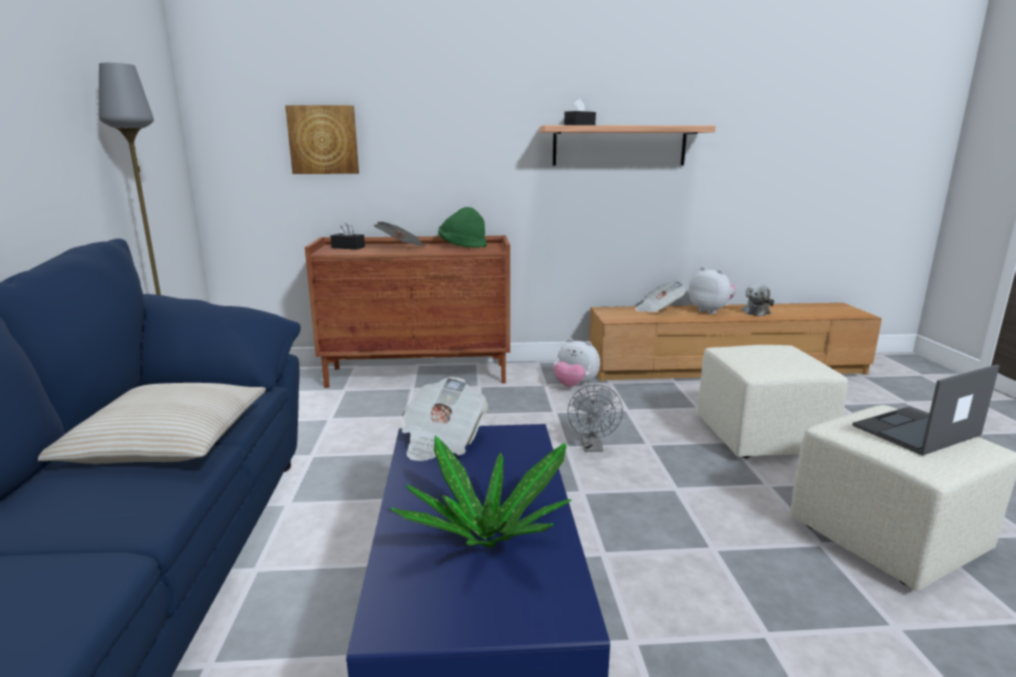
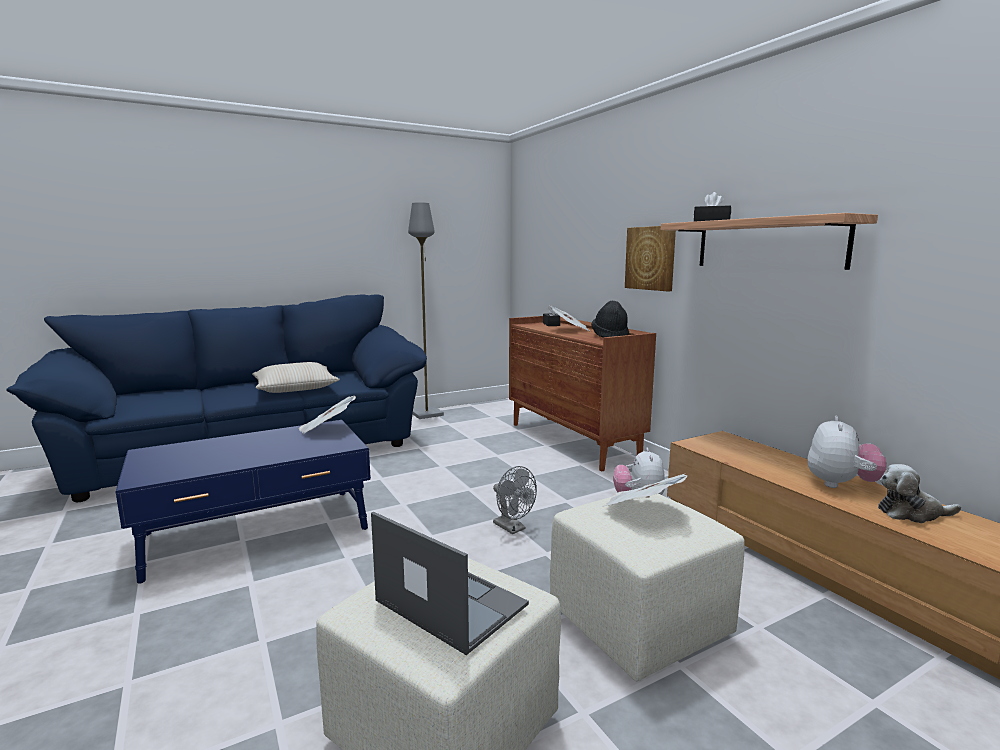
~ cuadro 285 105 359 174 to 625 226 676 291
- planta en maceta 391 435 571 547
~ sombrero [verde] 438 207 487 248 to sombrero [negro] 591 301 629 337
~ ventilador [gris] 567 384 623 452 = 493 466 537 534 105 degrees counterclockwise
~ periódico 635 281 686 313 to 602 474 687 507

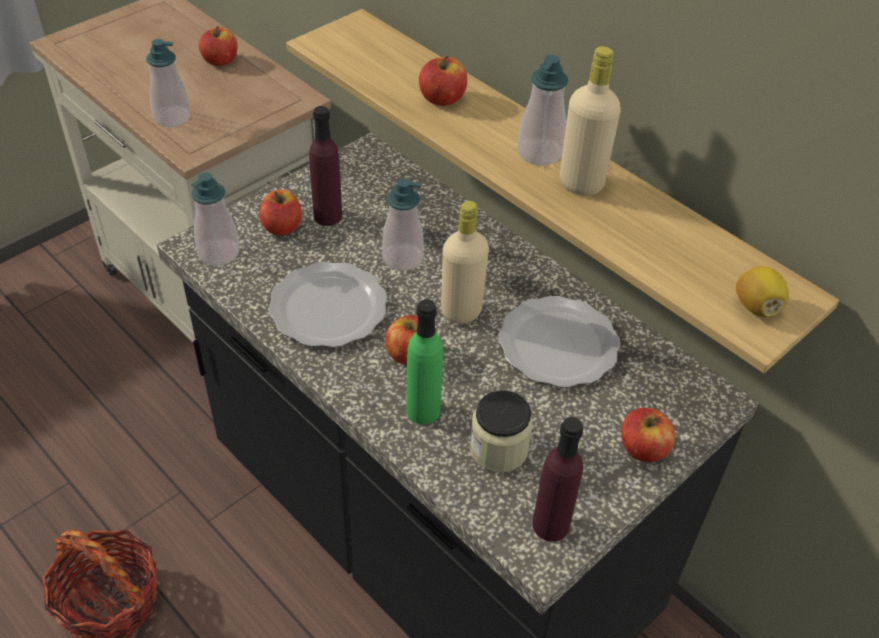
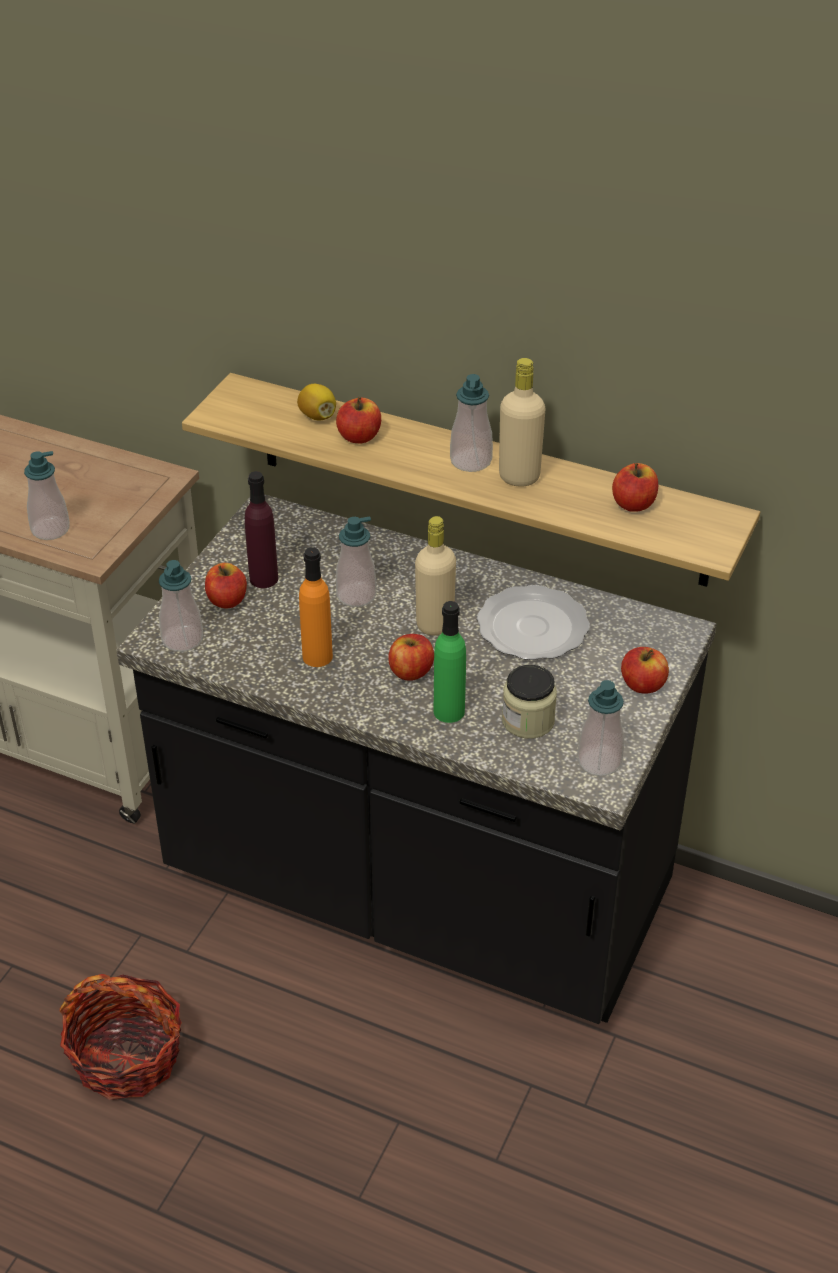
~ manzana 199 26 237 66 to 612 463 658 512
~ plato 268 262 388 348 to botella [naranja] 299 547 333 667
~ botella [morado] 532 417 583 542 to dispensador de jabón 577 680 624 776
~ limón 736 266 789 317 to 297 384 336 420

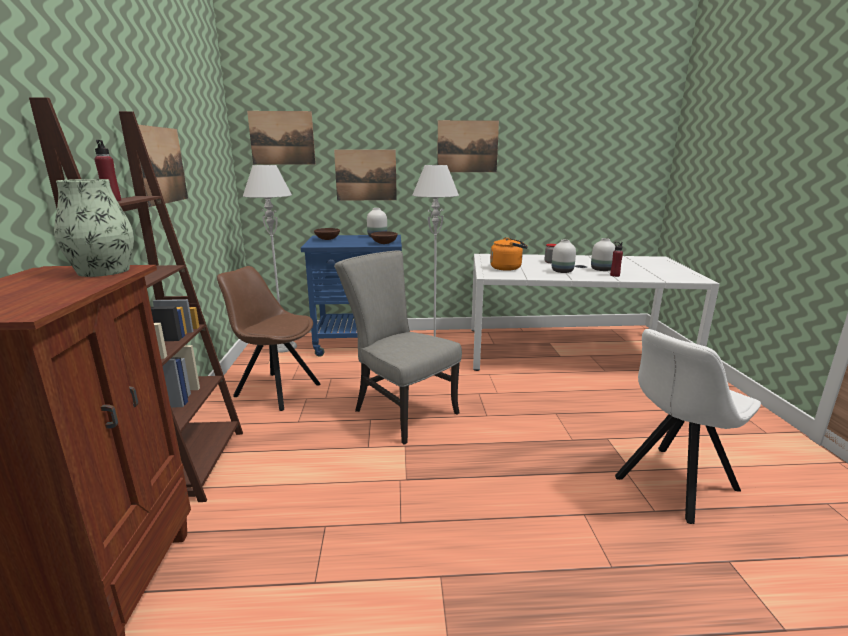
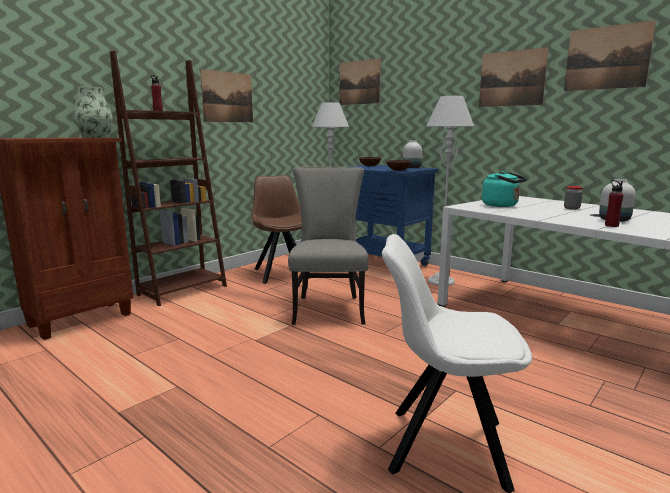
~ cuadro 334 150 397 201 to 564 20 656 91
~ hervidor [naranja] 490 237 528 271 to hervidor [turquesa] 482 171 527 207
- florero [blanco] 552 240 576 273

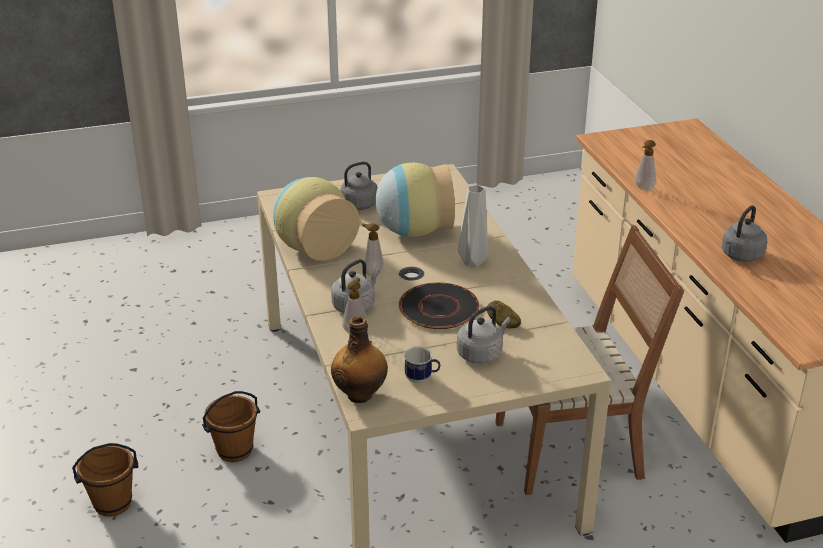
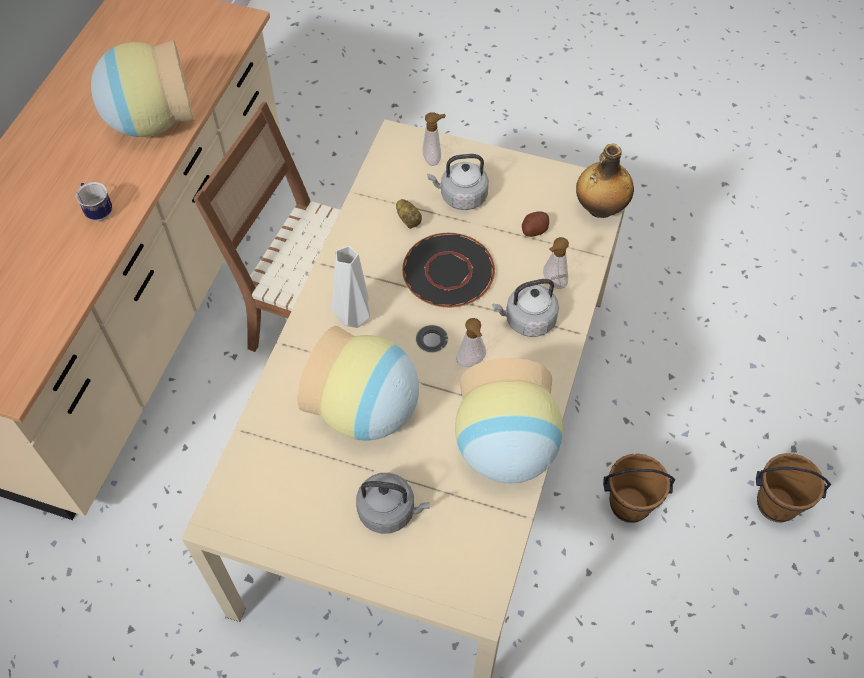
~ taza grande 404 346 440 383 to 76 182 112 221
~ dispensador de jabón 634 140 656 191 to 422 112 446 166
~ hervidor [gris] 722 205 768 262 to florero 91 40 194 137
+ patata 522 211 549 237

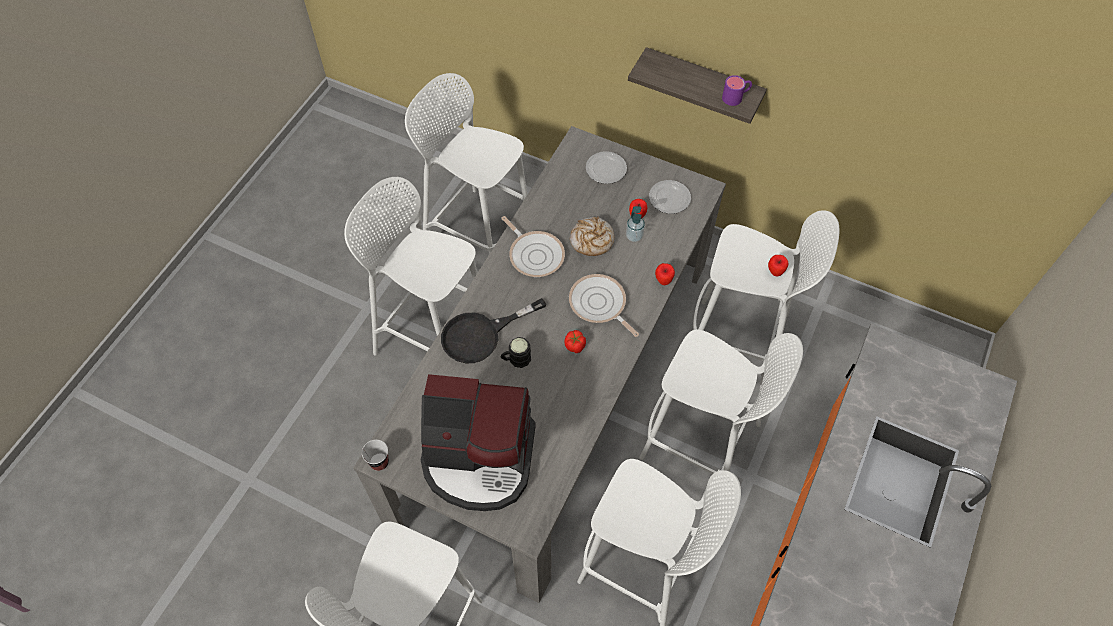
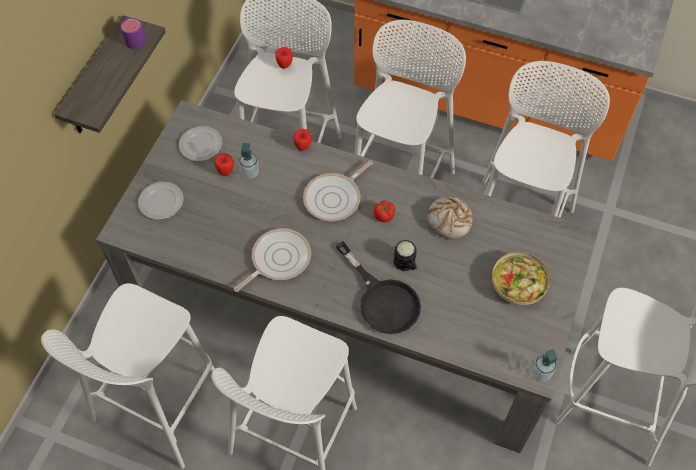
~ taza 362 440 389 471 to dispensador de jabón 531 349 557 382
~ cafetera 421 374 536 511 to cuenco 492 252 550 305
~ pan 570 216 614 256 to 427 197 473 240

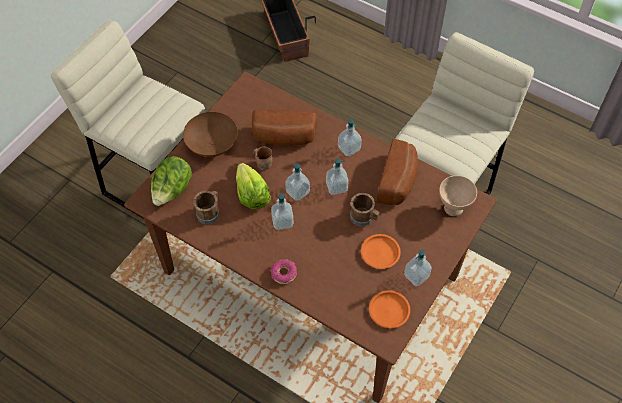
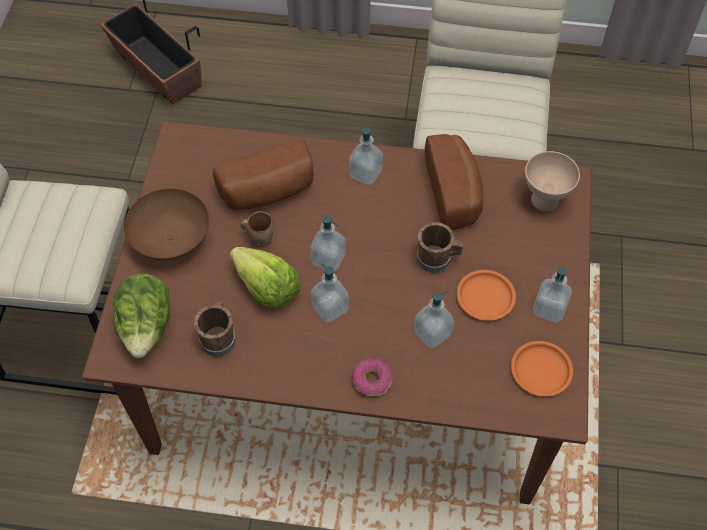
~ dispensador de jabón 326 158 348 195 to 414 291 454 348

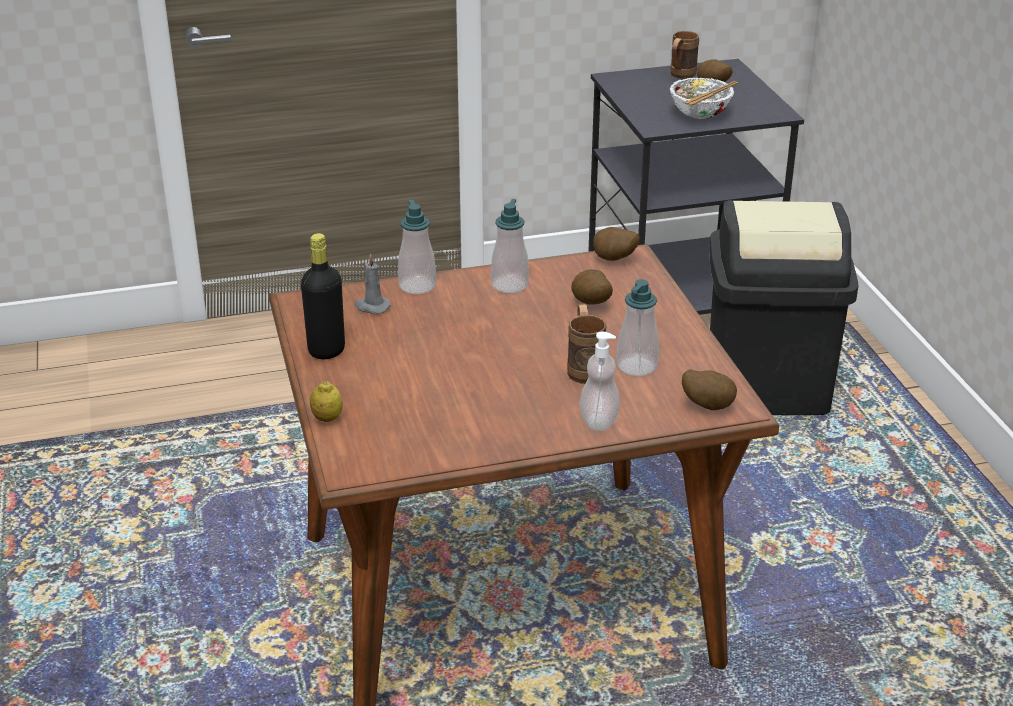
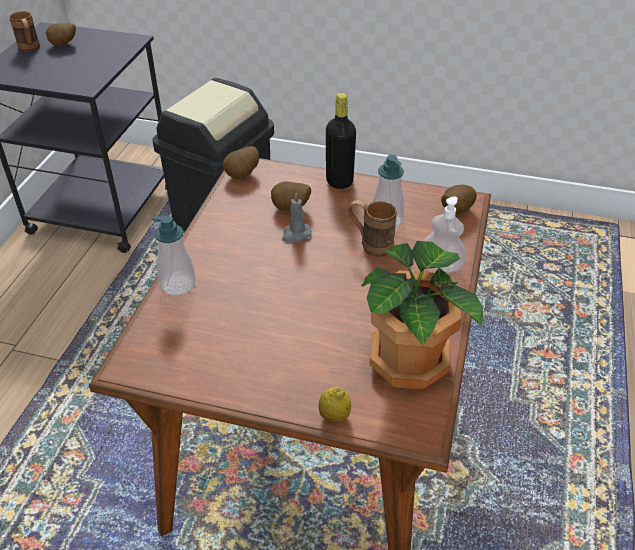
~ botella [negro] 301 233 345 359 to 326 93 356 189
~ vela [gris] 355 253 391 314 to 282 192 312 243
- dispensador de jabón 491 199 529 293
- cuenco 670 78 738 119
+ planta en maceta 361 241 483 390

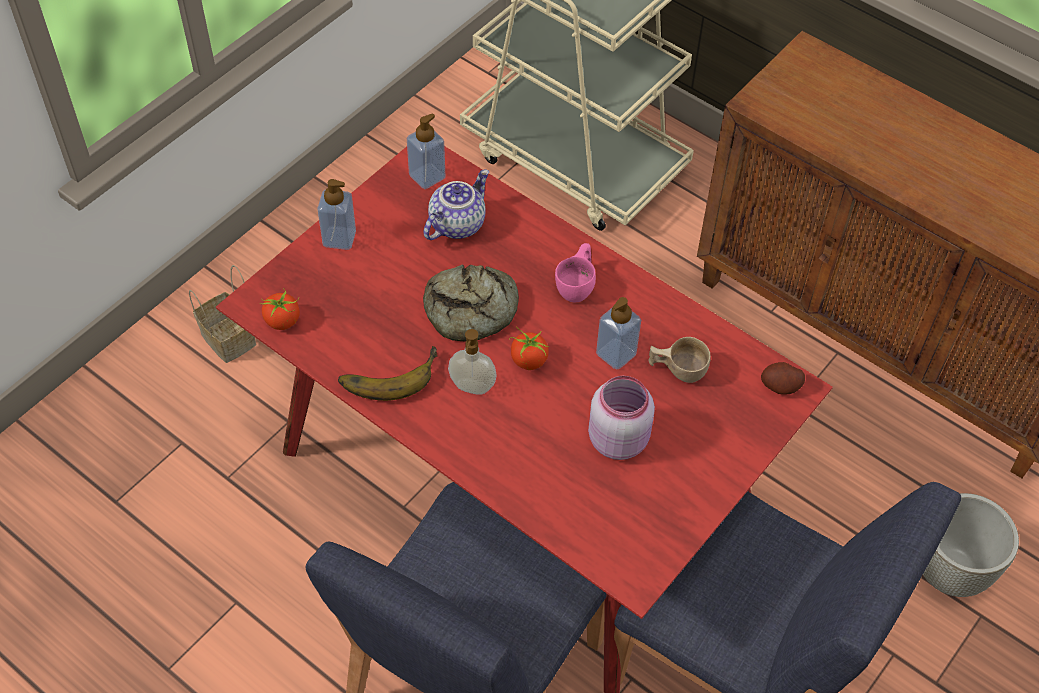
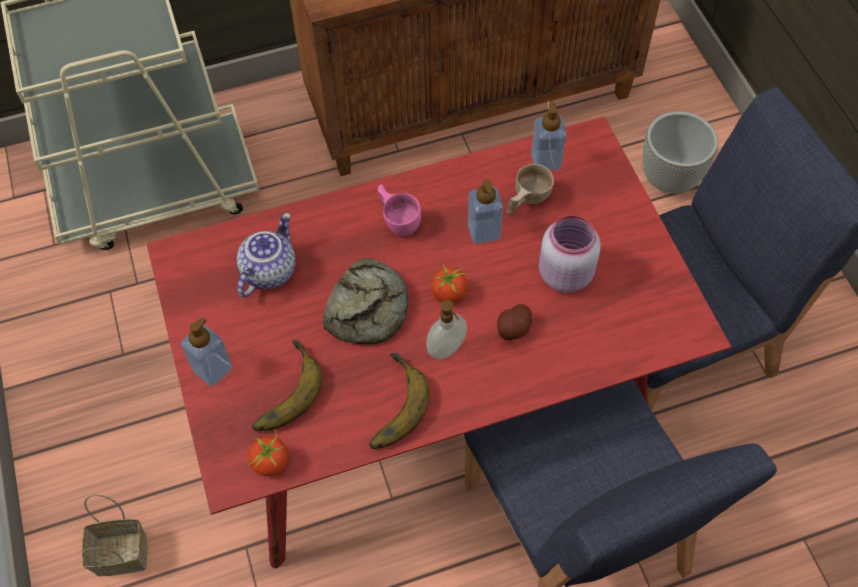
~ dispensador de jabón 407 113 446 189 to 531 101 567 171
~ tetera 424 169 489 240 = 237 213 296 297 45 degrees clockwise
~ patata 761 362 805 395 to 497 304 532 340
+ plátano 252 340 322 431

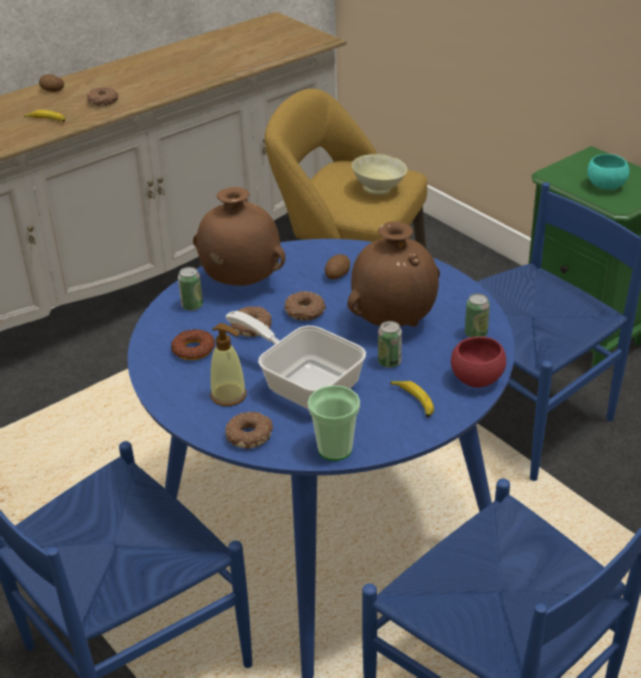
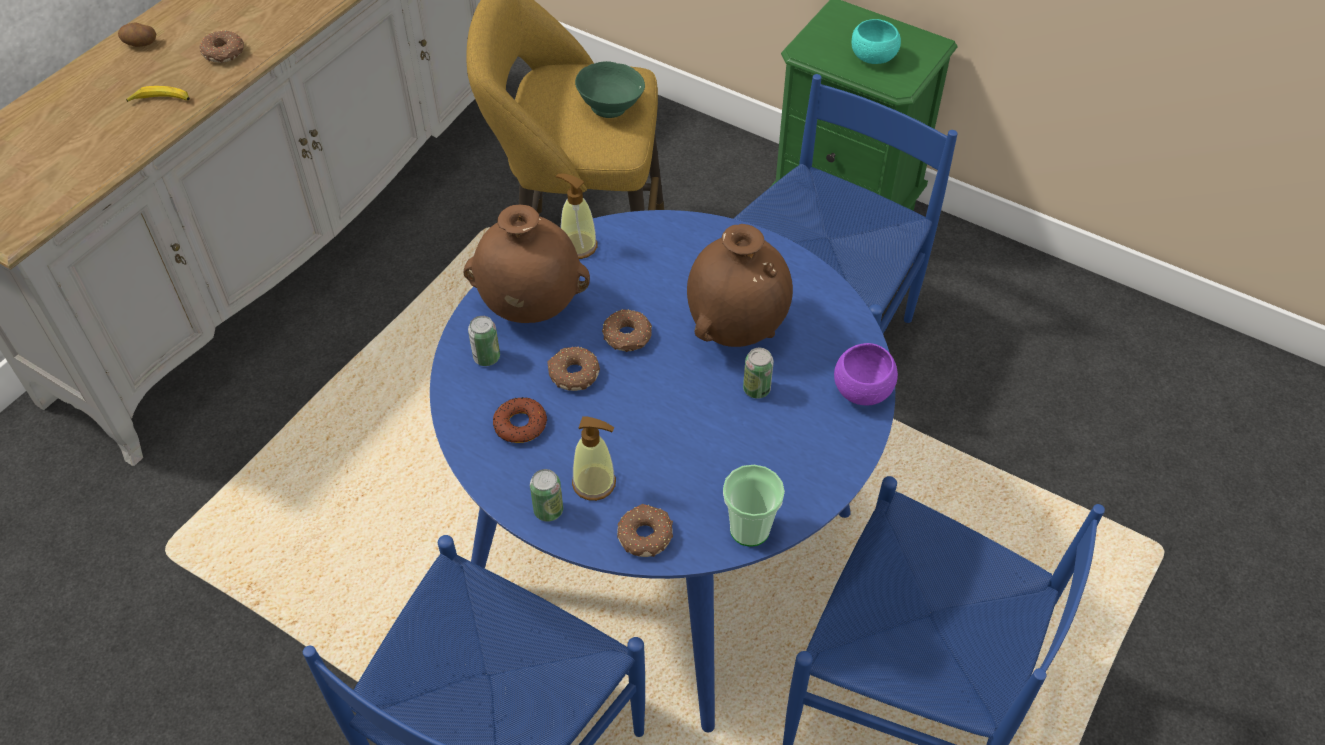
- sartén 225 311 366 410
- patata 325 254 350 280
~ cuenco [beis] 352 154 407 195 to cuenco [verde] 575 61 645 118
- plátano 390 381 434 417
~ cuenco [rojo] 451 337 506 388 to cuenco [morado] 834 343 898 405
~ lata 465 294 490 338 to 530 469 563 522
+ dispensador de jabón 556 174 598 259

